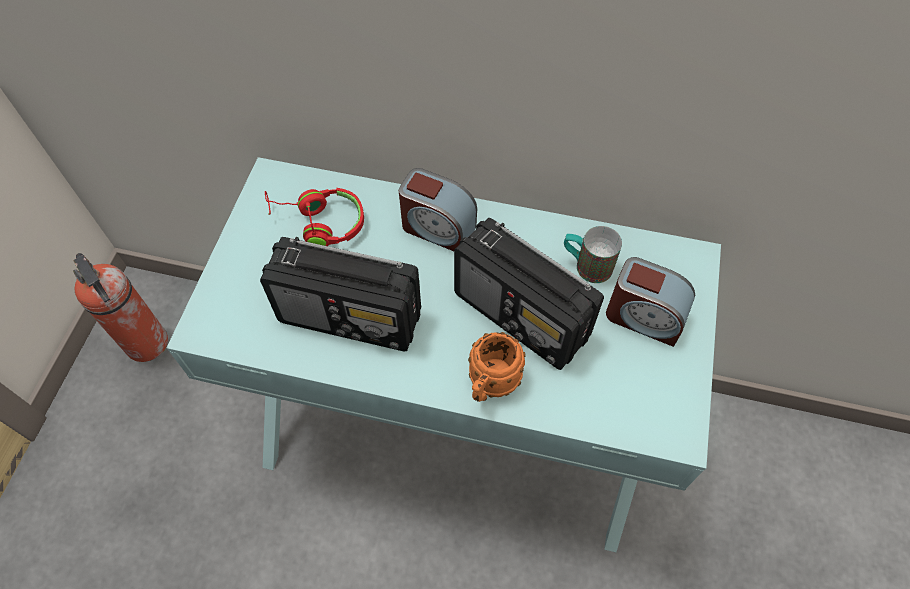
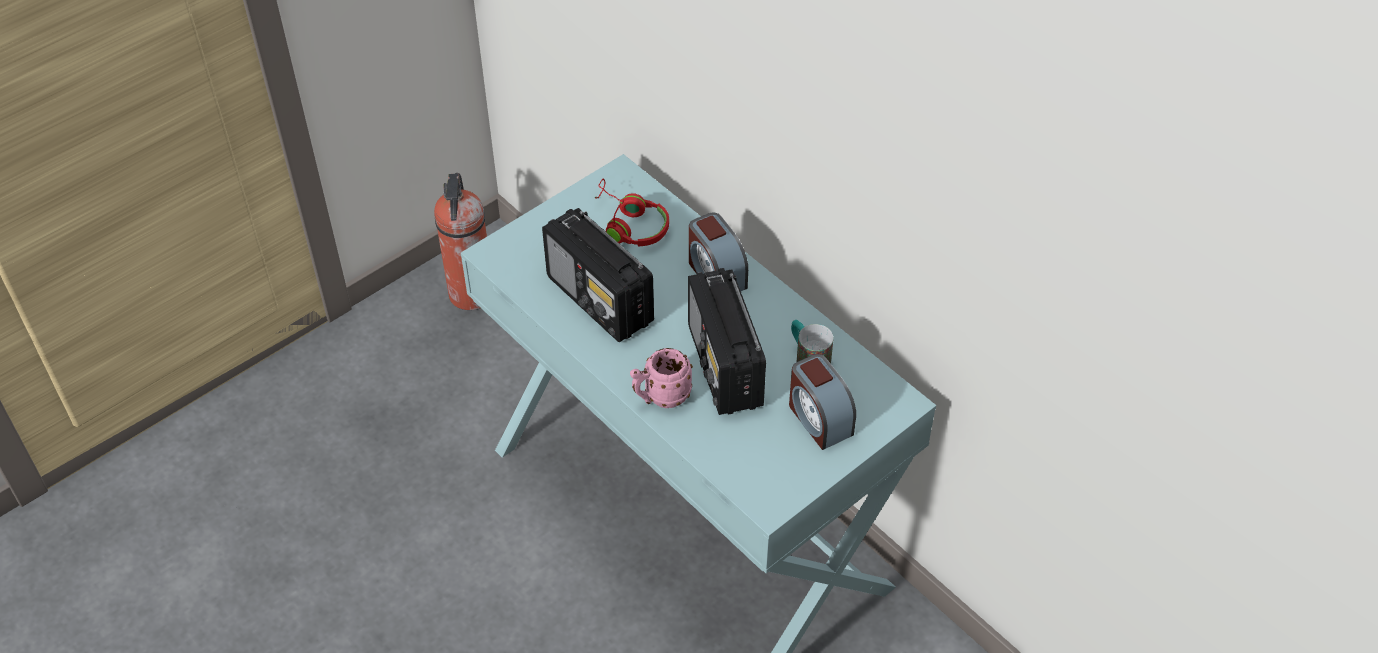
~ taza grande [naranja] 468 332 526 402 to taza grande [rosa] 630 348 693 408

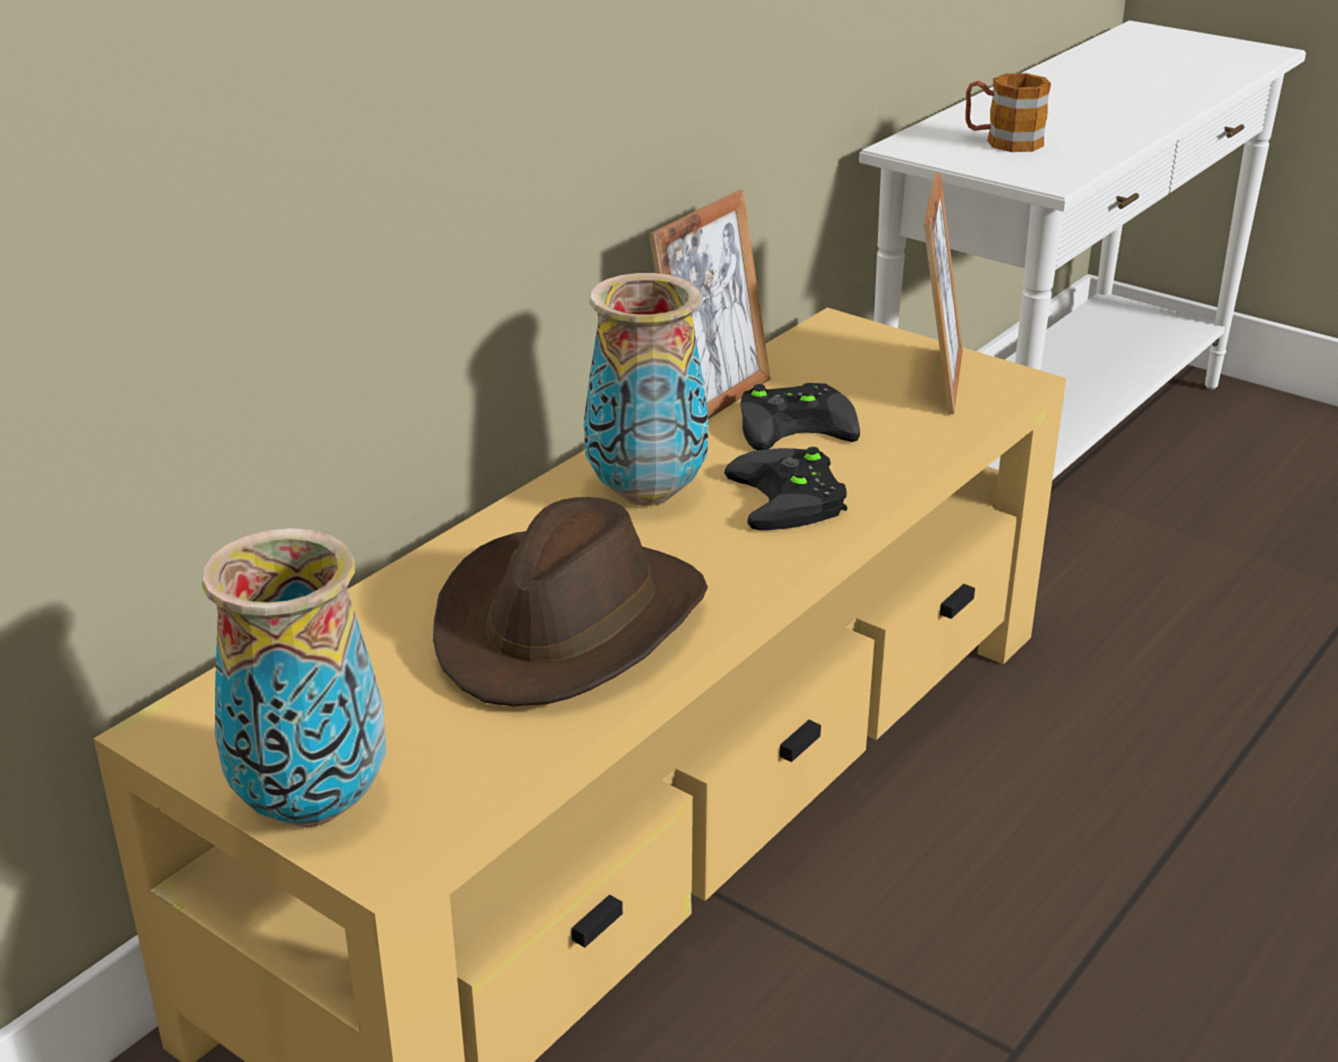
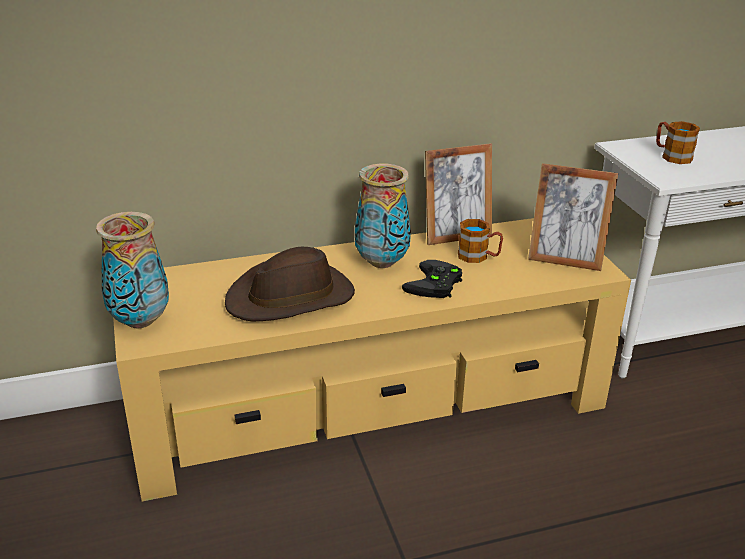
~ mando de consola [negro] 740 383 860 450 to taza grande 458 219 503 263
~ portarretratos 924 173 963 415 = 528 163 618 271 60 degrees clockwise

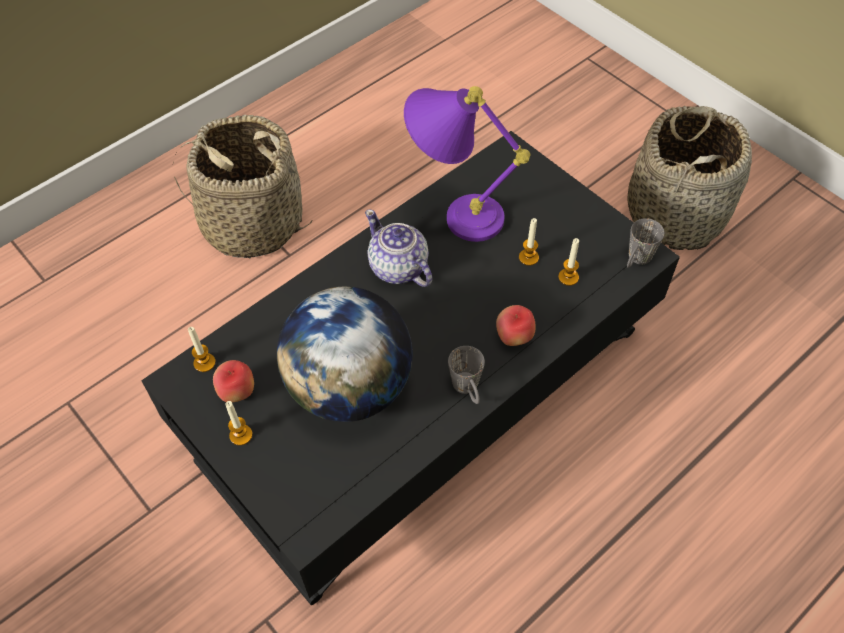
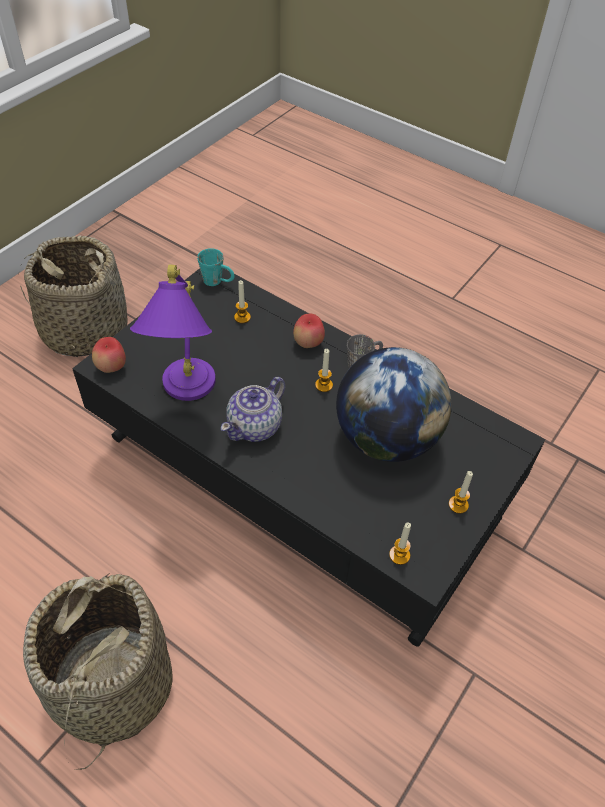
~ manzana 213 360 254 403 to 92 337 126 373
~ vela 519 218 539 266 to 315 349 333 392
~ taza grande [gris] 627 218 664 268 to taza grande [turquesa] 197 248 235 286

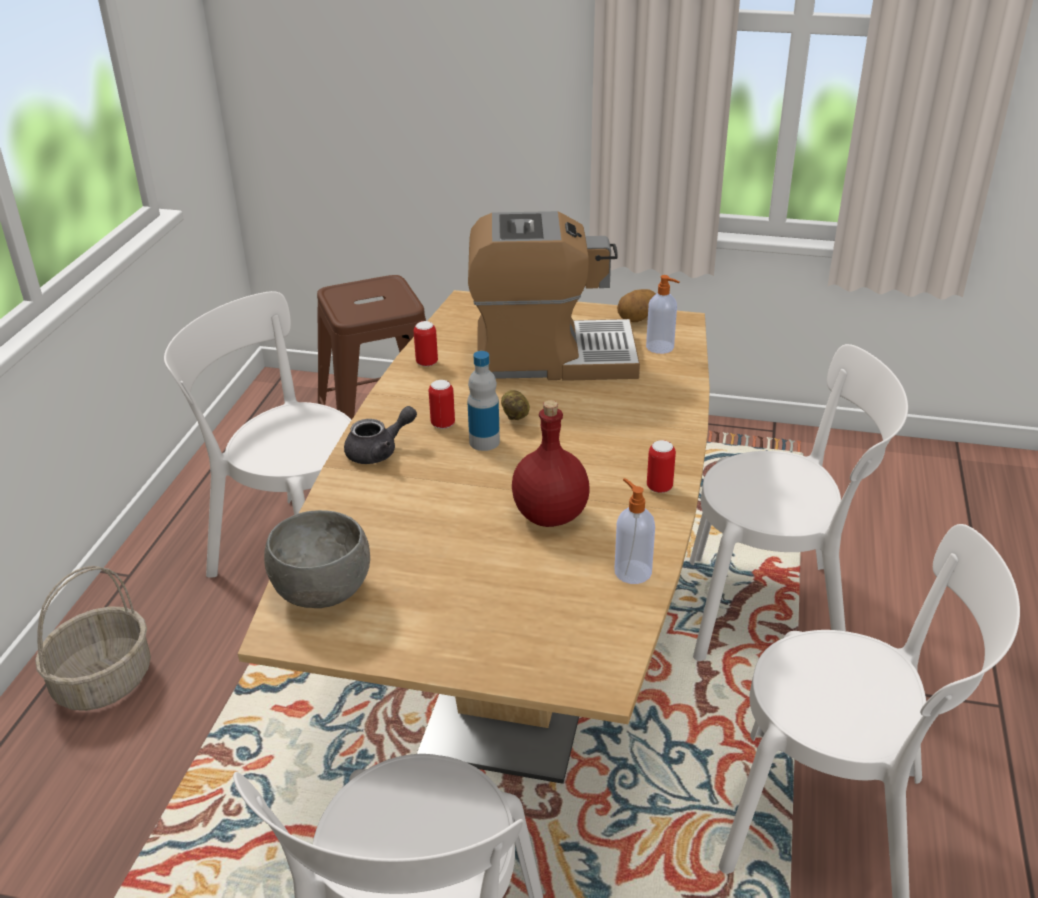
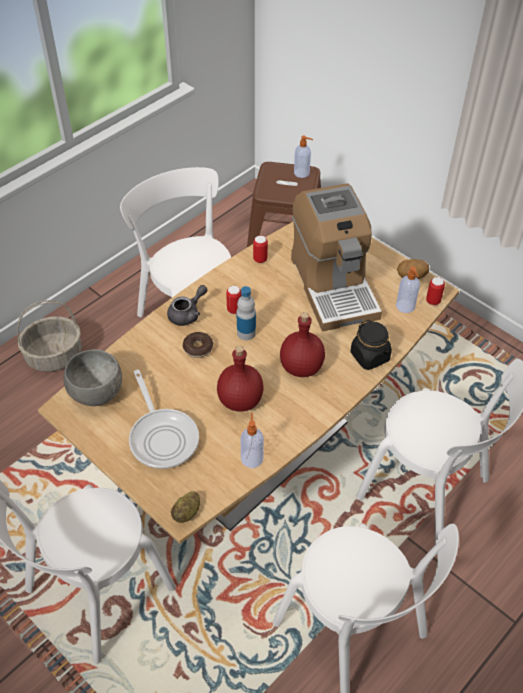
~ tetera [gris] 344 406 417 464 = 167 285 207 326 45 degrees counterclockwise
~ cafetera 468 211 640 381 = 291 183 382 332 45 degrees clockwise
~ patata 501 390 530 420 to 171 491 200 523
~ lata 647 440 676 493 to 426 277 445 305
+ sartén 129 370 199 469
+ rosquilla 182 332 213 358
+ botella [rojo] 280 312 325 377
+ dispensador de jabón 294 136 313 178
+ tarro [negro] 350 320 392 370

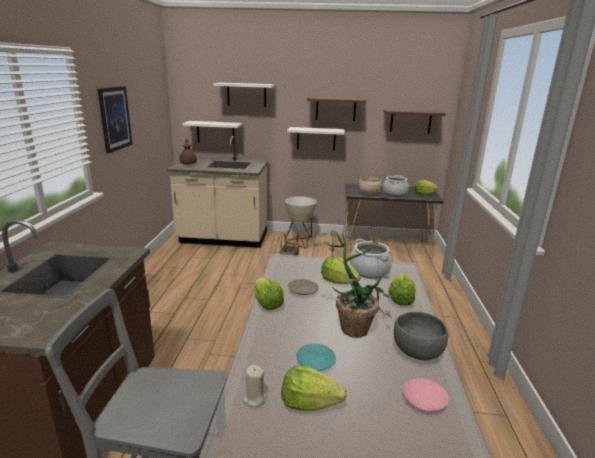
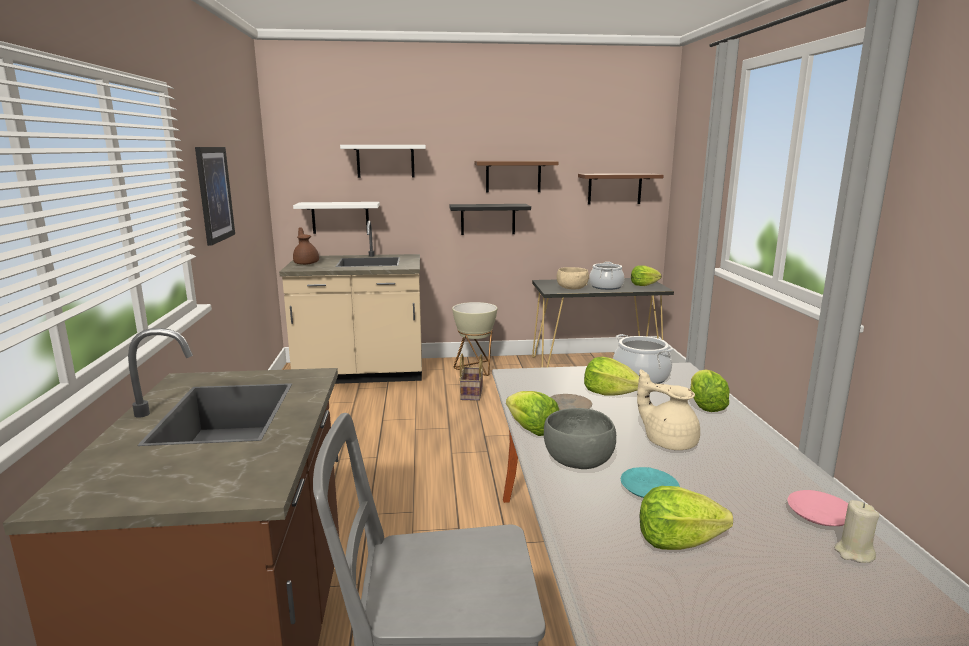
~ vela [beis] 242 365 267 407 to 834 500 880 563
~ estante [blanco] 287 127 345 151 to estante [negro] 449 204 531 235
~ planta en maceta 314 231 392 338 to tetera [beis] 637 369 700 450
~ cuenco [gris] 394 312 448 360 to 544 408 616 469

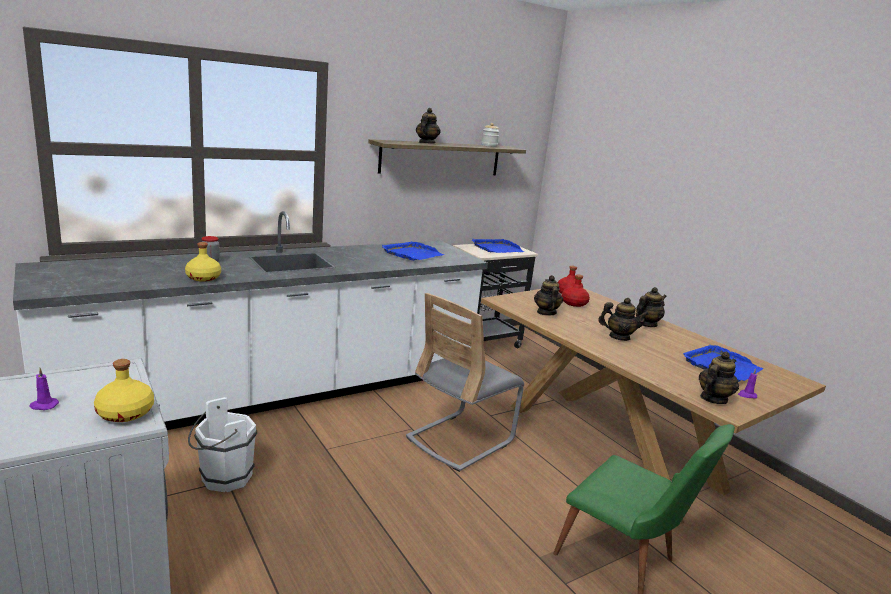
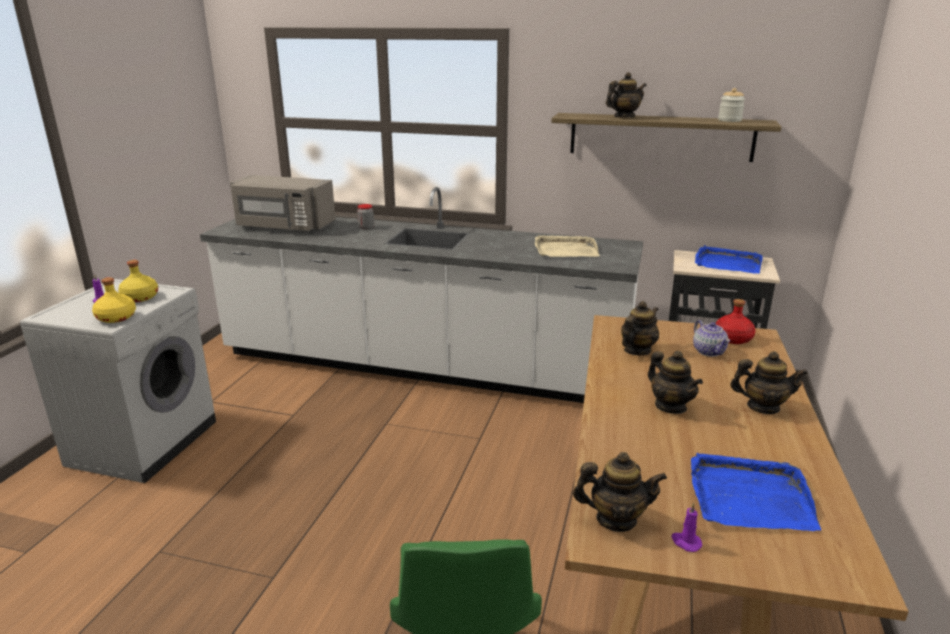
~ botella [amarillo] 185 242 221 282 to 118 260 158 302
- cubo [blanco] 188 397 257 492
~ bandeja [azul] 382 241 444 260 to bandeja [beis] 535 235 600 257
- silla [gris] 406 293 524 472
~ botella [rojo] 562 274 590 307 to tetera 693 320 730 357
+ microondas [gris] 230 175 336 233

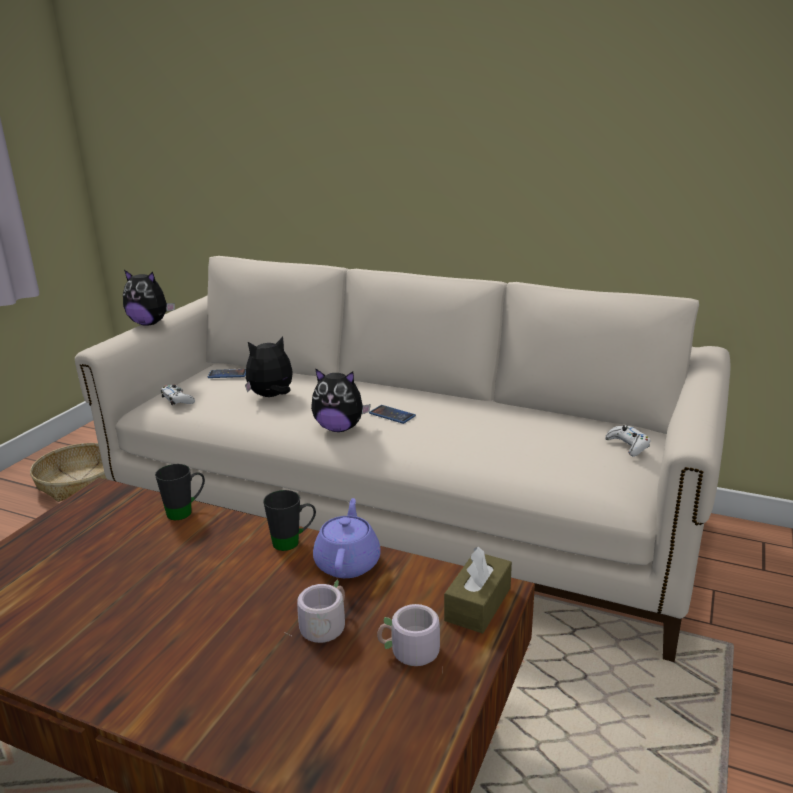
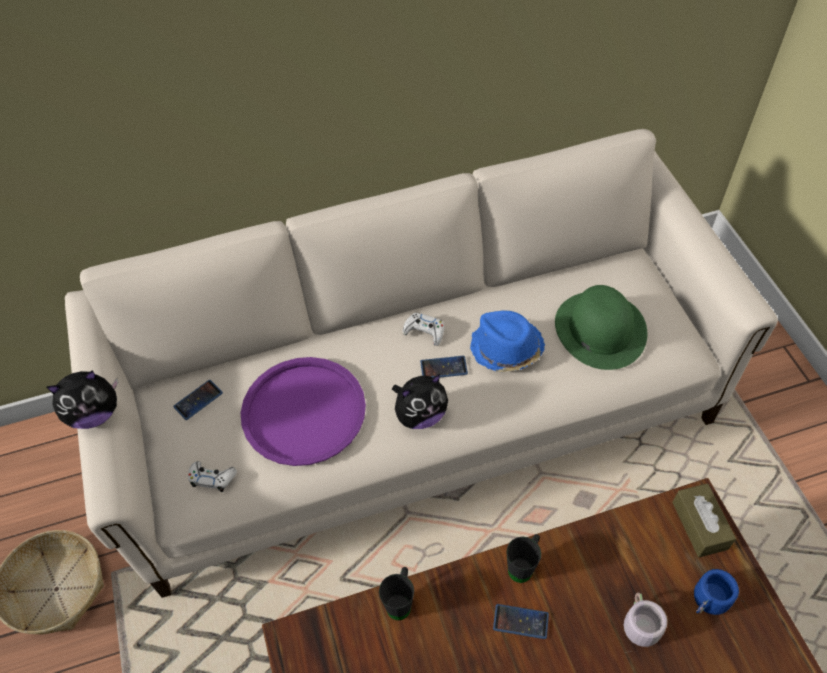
~ peluche 245 337 293 397 to bandeja [morado] 241 357 366 466
- tetera [morado] 313 498 381 578
~ taza grande [gris] 377 604 443 671 to taza grande [azul] 694 569 741 615
~ mando de consola [blanco] 605 425 651 456 to 403 312 444 346
+ sombrero [azul] 470 311 545 372
+ móvil 493 604 549 639
+ sombrero [verde] 555 285 647 370

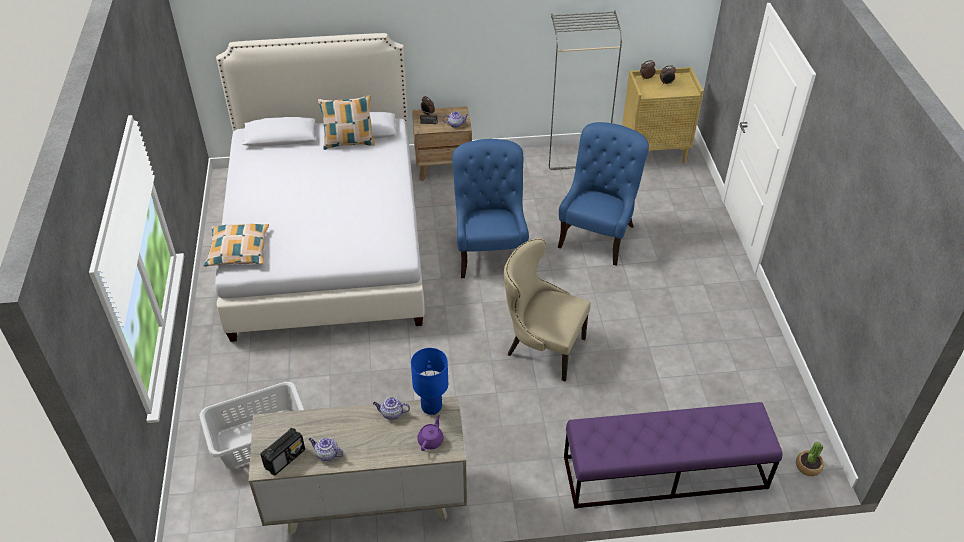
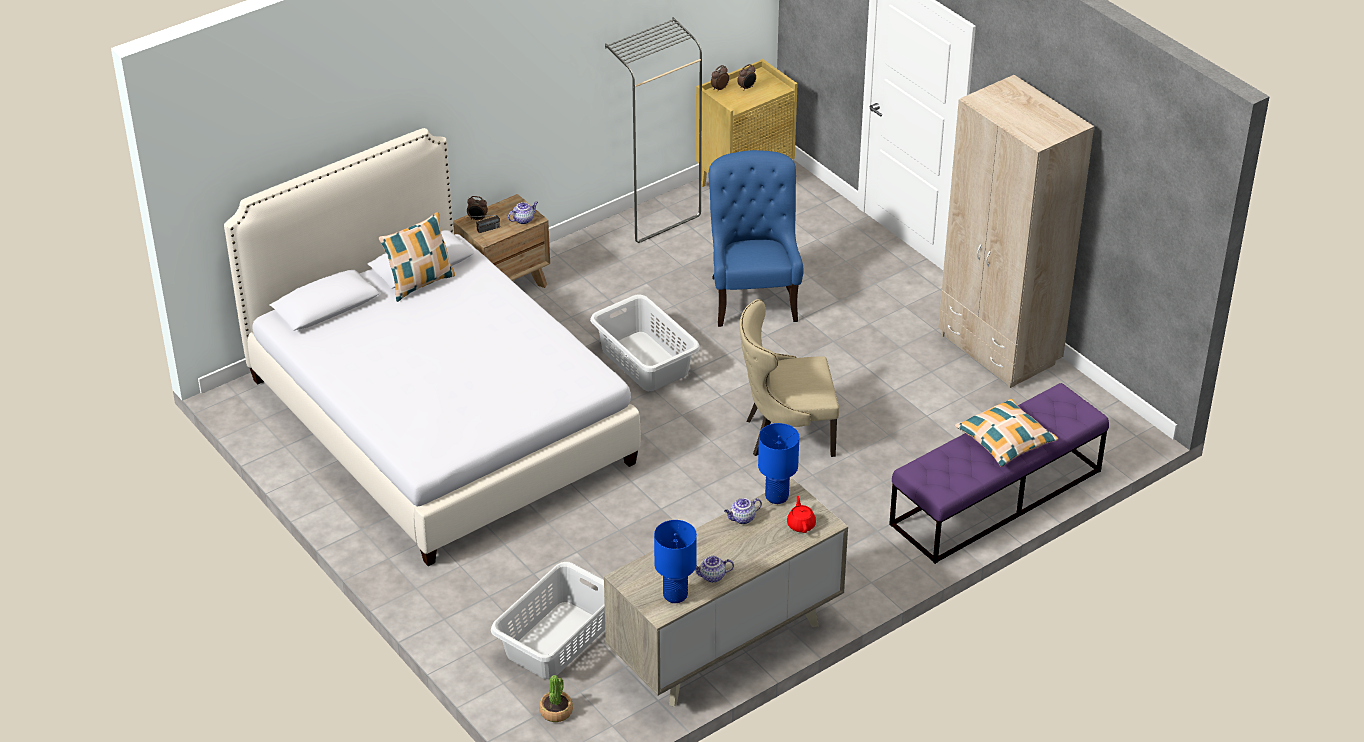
~ cojín 204 224 269 267 to 955 399 1058 467
~ radio 260 428 305 476 to lámpara de mesa [azul] 654 520 697 603
~ tetera [morado] 417 415 443 451 to tetera [rojo] 787 495 816 533
~ silla [azul] 452 139 529 278 to cesto de la ropa [gris] 590 294 700 391
~ planta en maceta 796 442 824 476 to 539 675 573 722
+ armario ropero [beis] 938 75 1094 388

